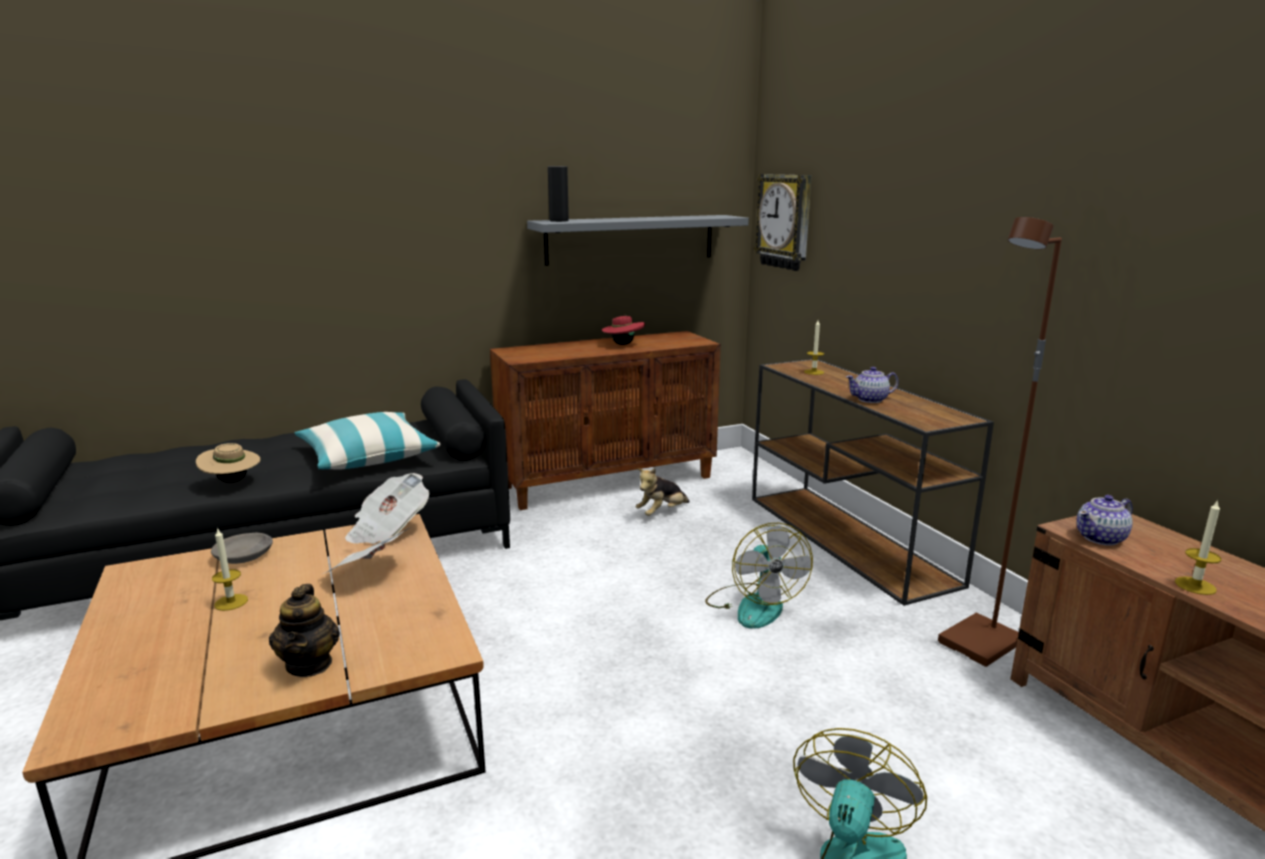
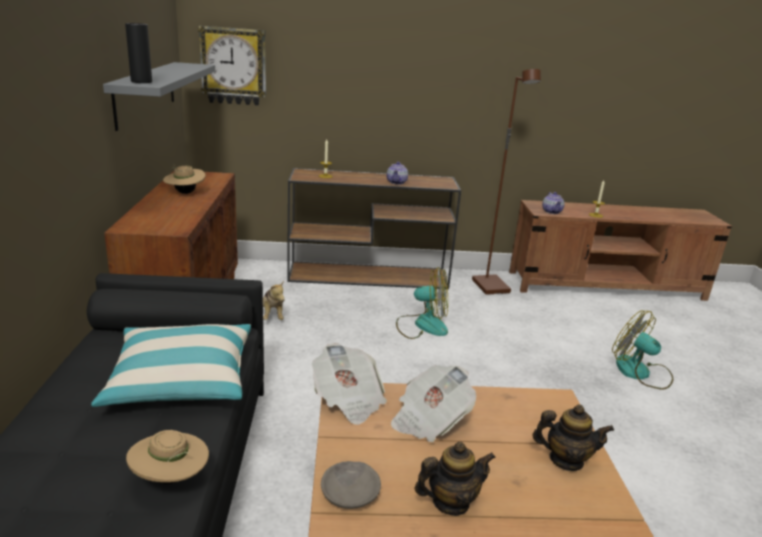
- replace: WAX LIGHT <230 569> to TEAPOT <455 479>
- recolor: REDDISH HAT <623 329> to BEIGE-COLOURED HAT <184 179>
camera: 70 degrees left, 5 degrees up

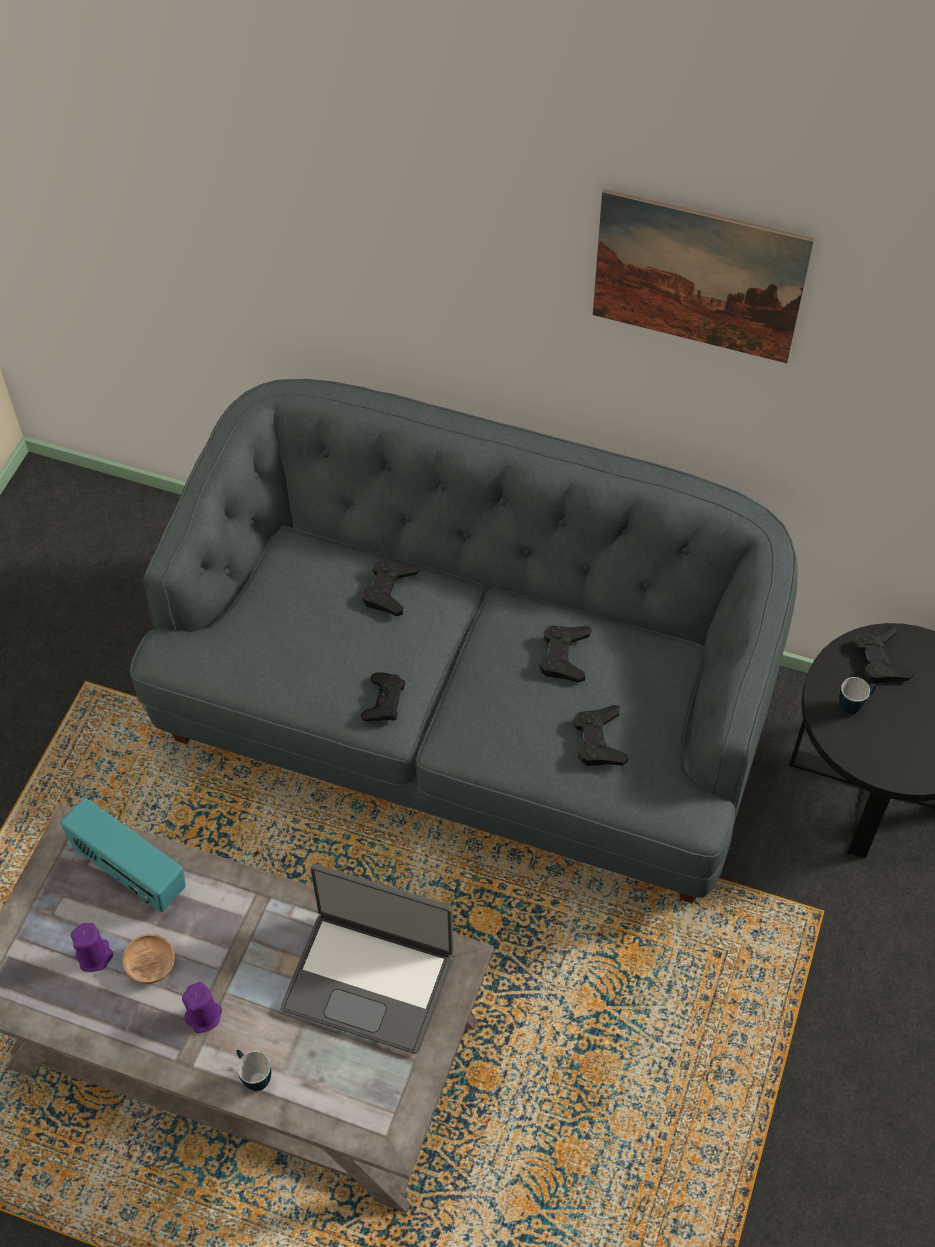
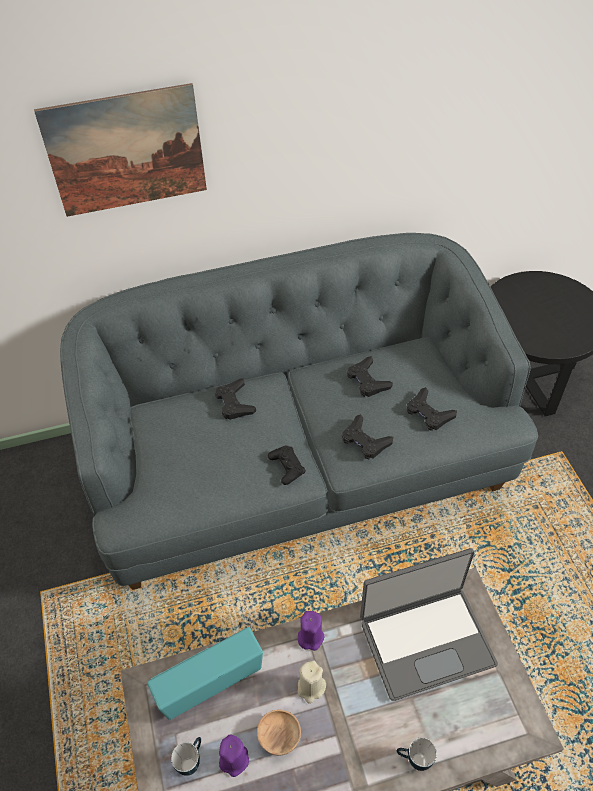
- rotate: RADIO <123 855> = <205 673> 150 degrees clockwise
- move: PURPLISH WAX LIGHT <202 1007> to <311 631>
- move: WALL PICTURE <704 276> to <120 150>
- move: TEA MUG <857 696> to <186 756>
- move: BLACK-COLOURED JOYPAD <884 654> to <367 436>
- insert: BEIGE-COLOURED WAX LIGHT <312 682>
camera: 35 degrees left, 5 degrees down

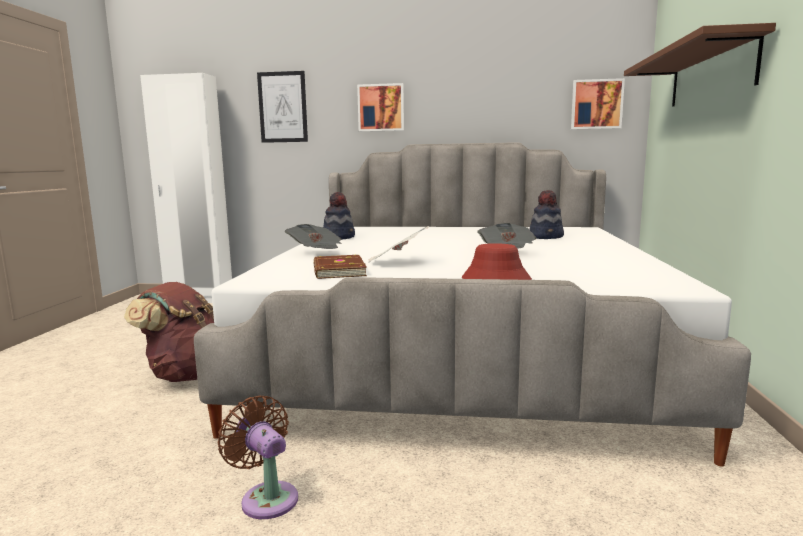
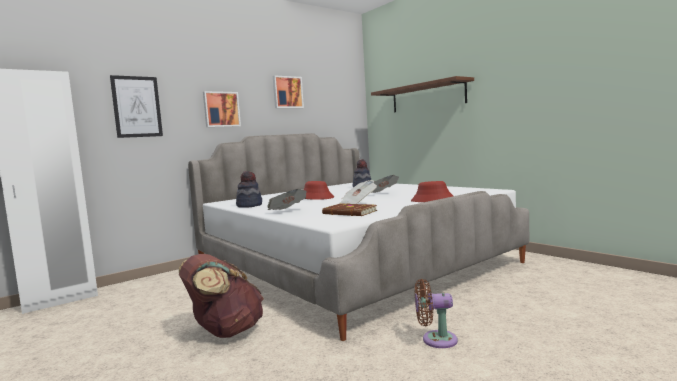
- move: WALL PICTURE <598 104> to <288 91>
- insert: REDDISH HAT <319 190>
camera: 45 degrees left, 5 degrees down

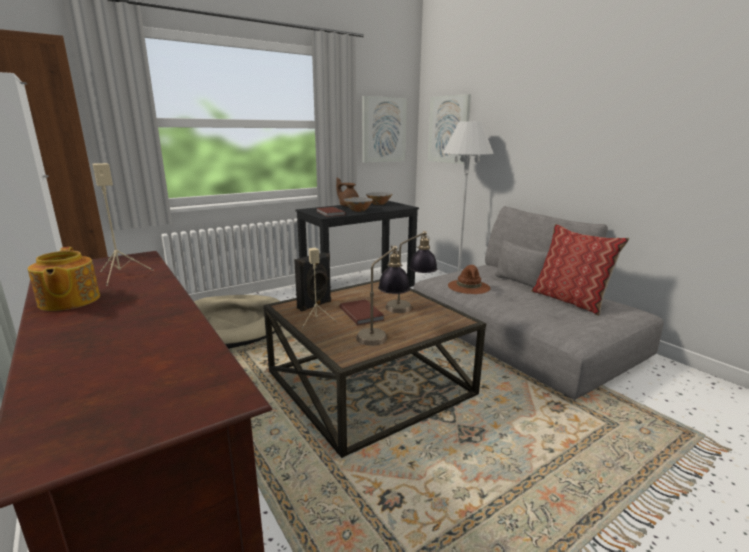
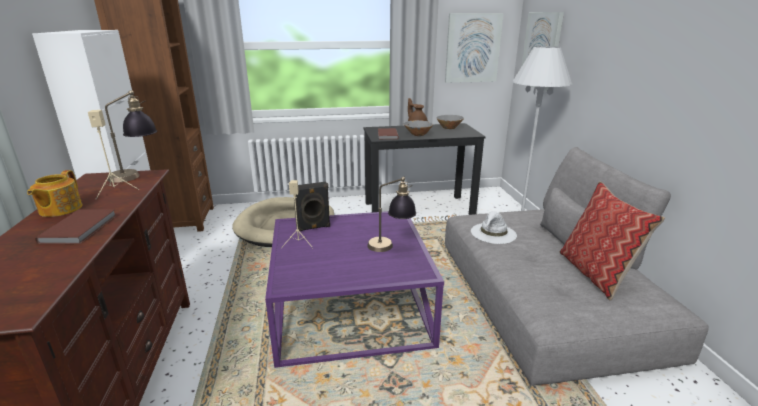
- recolor: BROWN-COLOURED LOW TABLE <374 368> to PURPLISH LOW TABLE <354 289>
- move: BROWN-COLOURED BOUND BOOK <362 312> to <76 226>
- move: TABLE LAMP <383 295> to <131 136>
- recolor: BROWN-COLOURED HAT <469 279> to WHITISH HAT <494 227>
camera: 25 degrees right, 5 degrees up

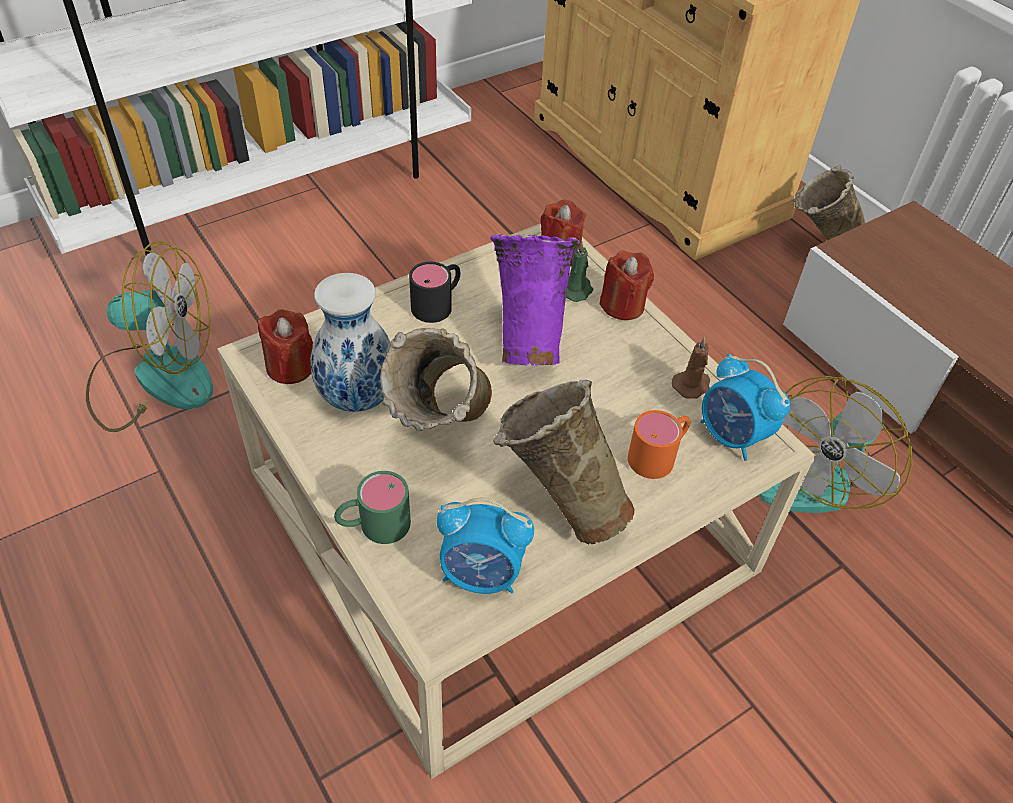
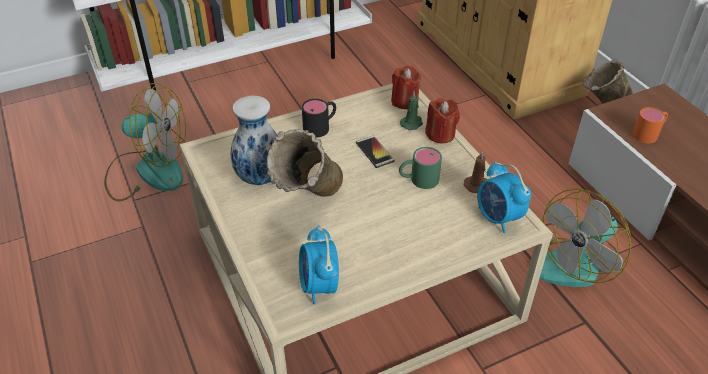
- delete: REDDISH WAX LIGHT <285 346>
- move: GREEN TEA MUG <372 507> to <420 168>
- rotate: TABLE CLOCK <485 546> = <319 265> 60 degrees clockwise
- replace: PURPLISH DECORATIVE VASE <535 299> to HANDSET <375 151>
- delete: BEIGE-COLOURED DECORATIVE VASE <563 462>
- move: ORANGEY TEA MUG <659 444> to <650 125>
camera: 10 degrees right, 5 degrees down

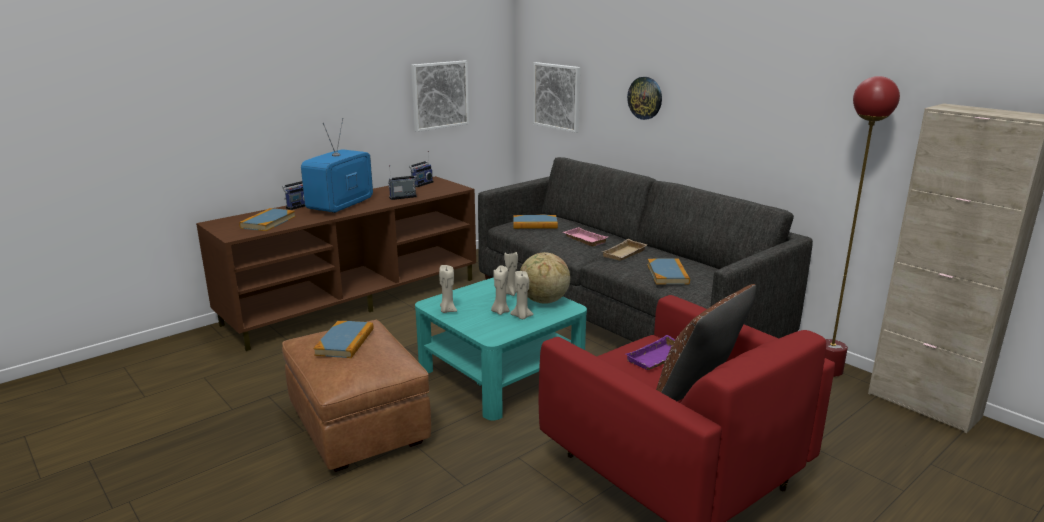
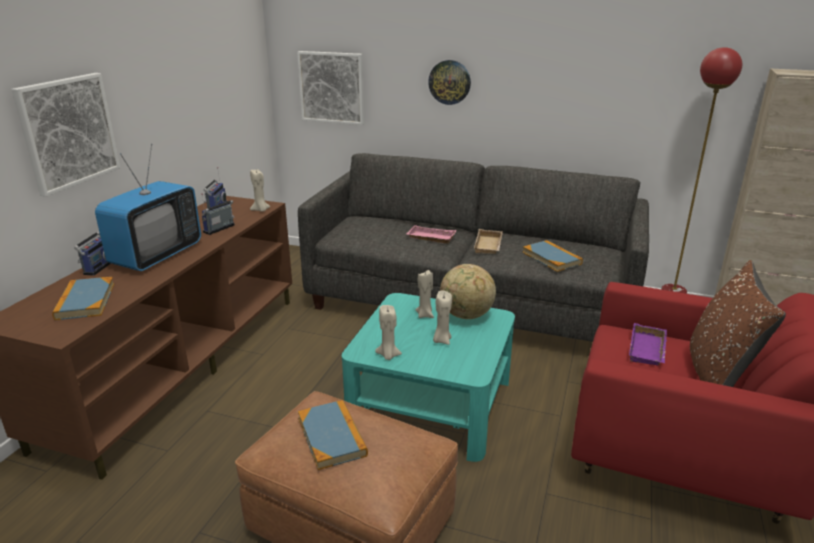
- rotate: TELEVISION <337 165> = <148 207> 150 degrees counterclockwise
- move: WALL PICTURE <440 96> to <65 135>
- move: BEIGE-COLOURED WAX LIGHT <522 295> to <260 190>
- delete: BOUND BOOK <535 222>
camera: 30 degrees left, 5 degrees up

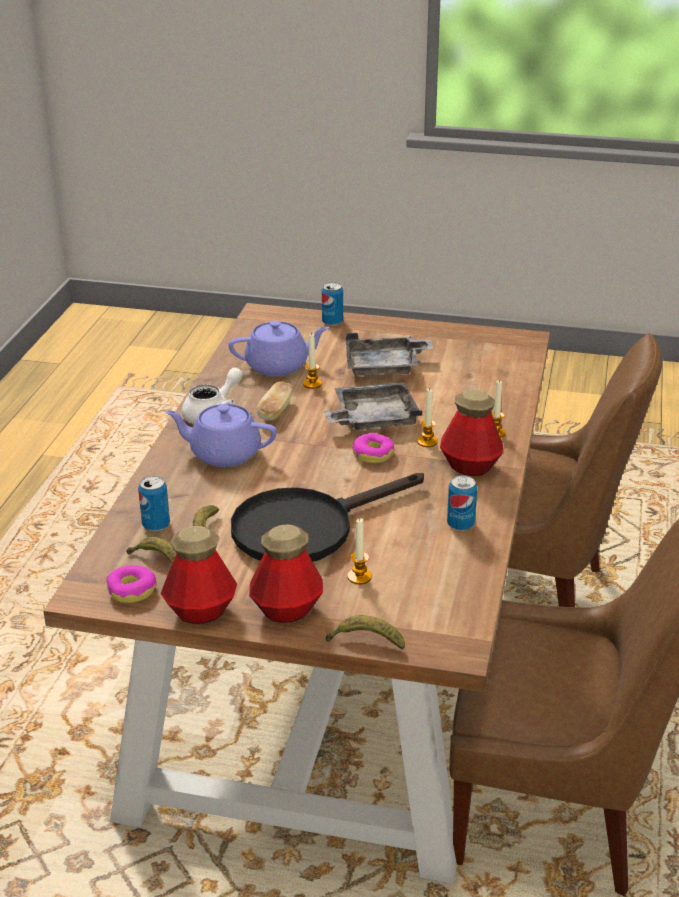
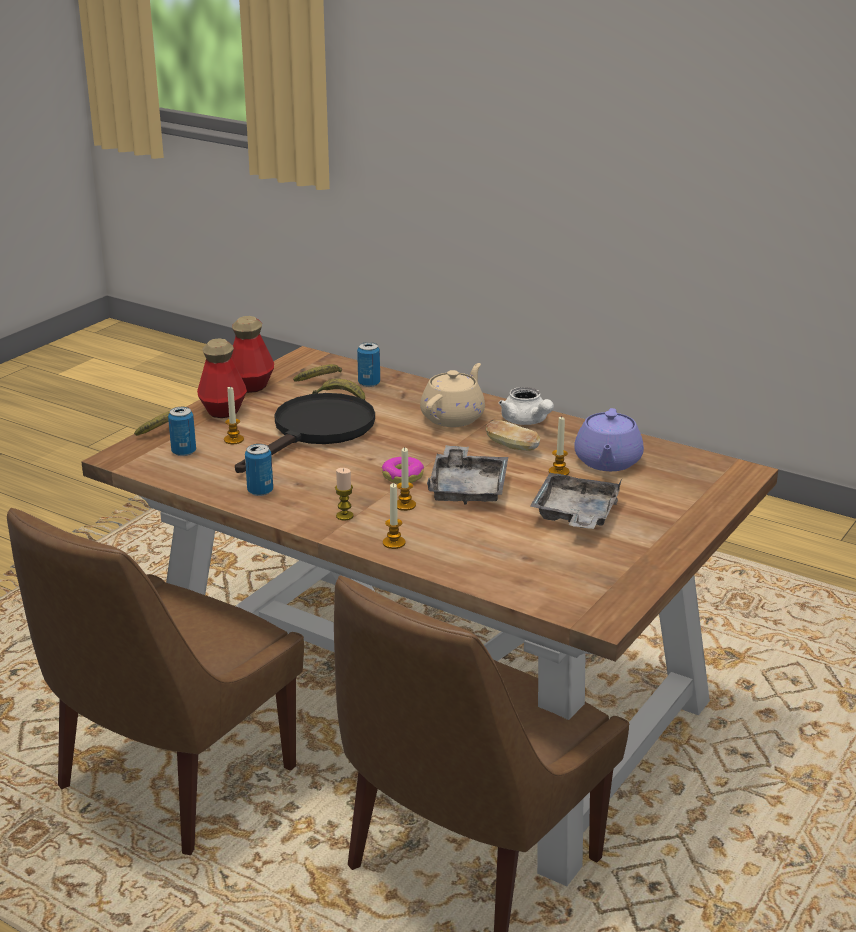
- delete: DOUGHNUT <131 584>
- recolor: PURPLISH TEAPOT <221 435> to BEIGE-COLOURED TEAPOT <452 395>
- rotate: BLACK-COLOURED FRYING PAN <327 517> = <305 433> 45 degrees clockwise
- move: METAL CAN <332 304> to <182 431>
- replace: BOTTLE <471 432> to WAX LIGHT <344 494>
camera: 110 degrees right, 5 degrees down

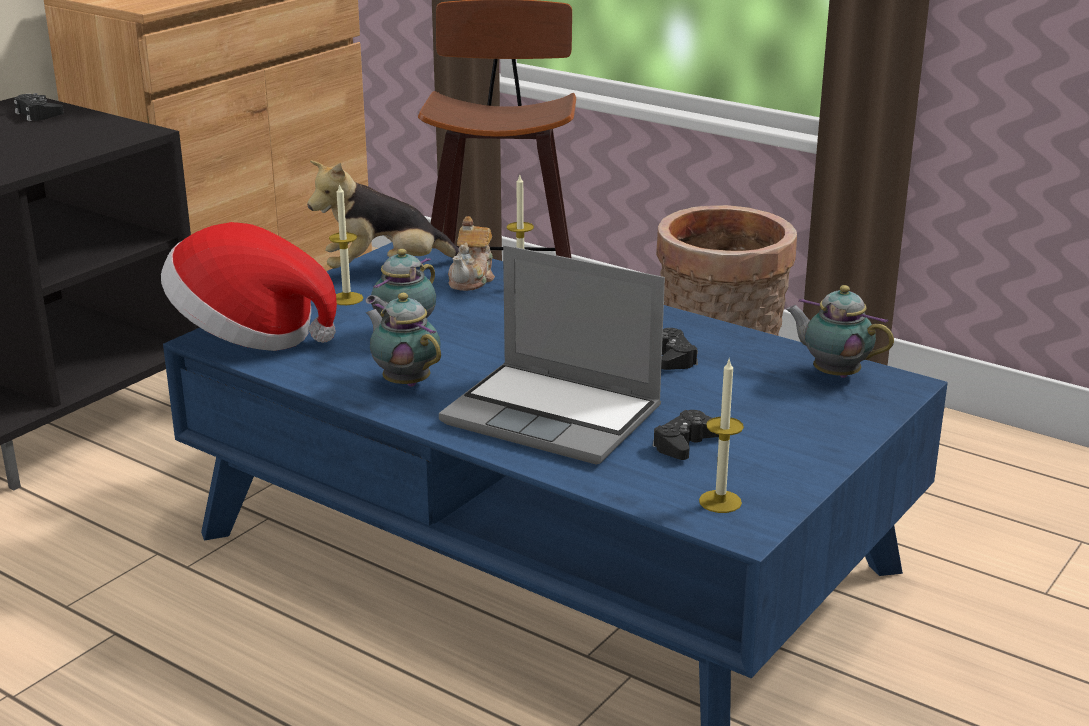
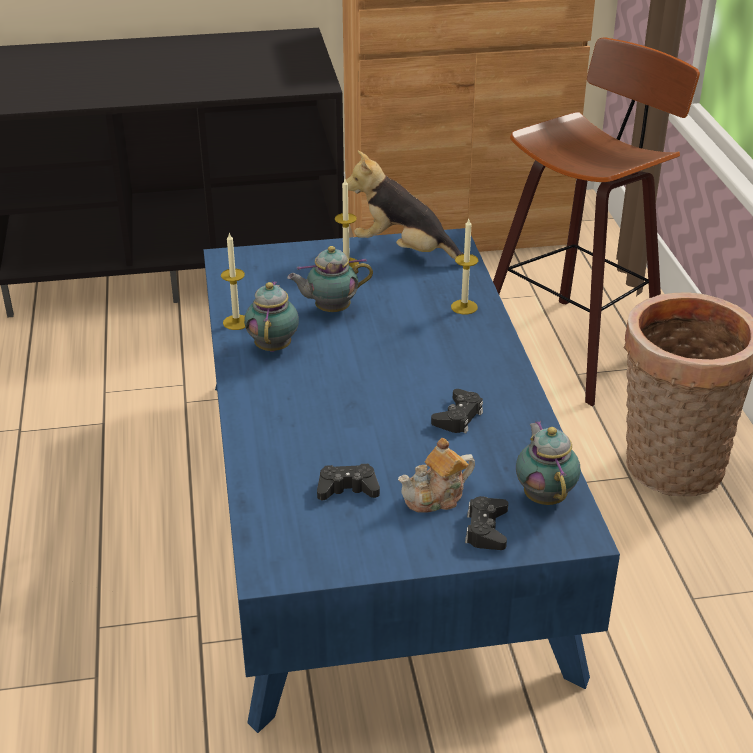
- move: BLACK-COLOURED JOYPAD <39 107> to <486 523>
- delete: HAT <249 286>
- delete: LAPTOP <552 355>
- move: TEAPOT <471 253> to <436 475>
- move: WAX LIGHT <721 436> to <233 281>
camera: 45 degrees right, 10 degrees up

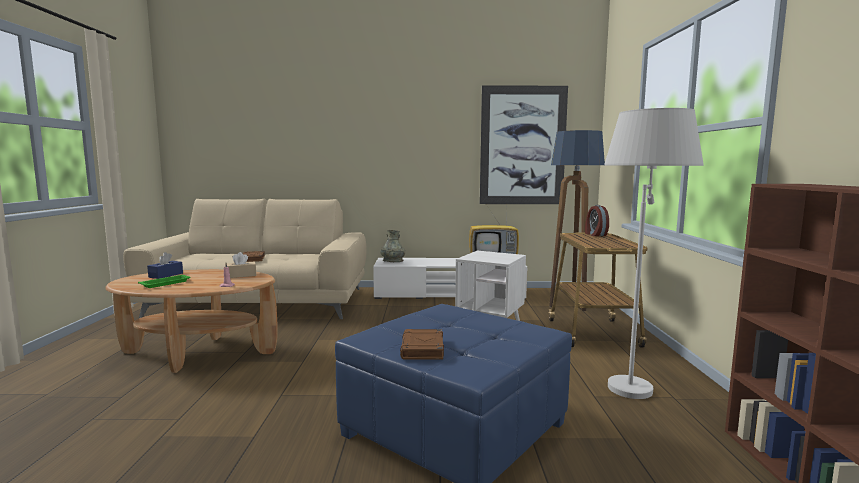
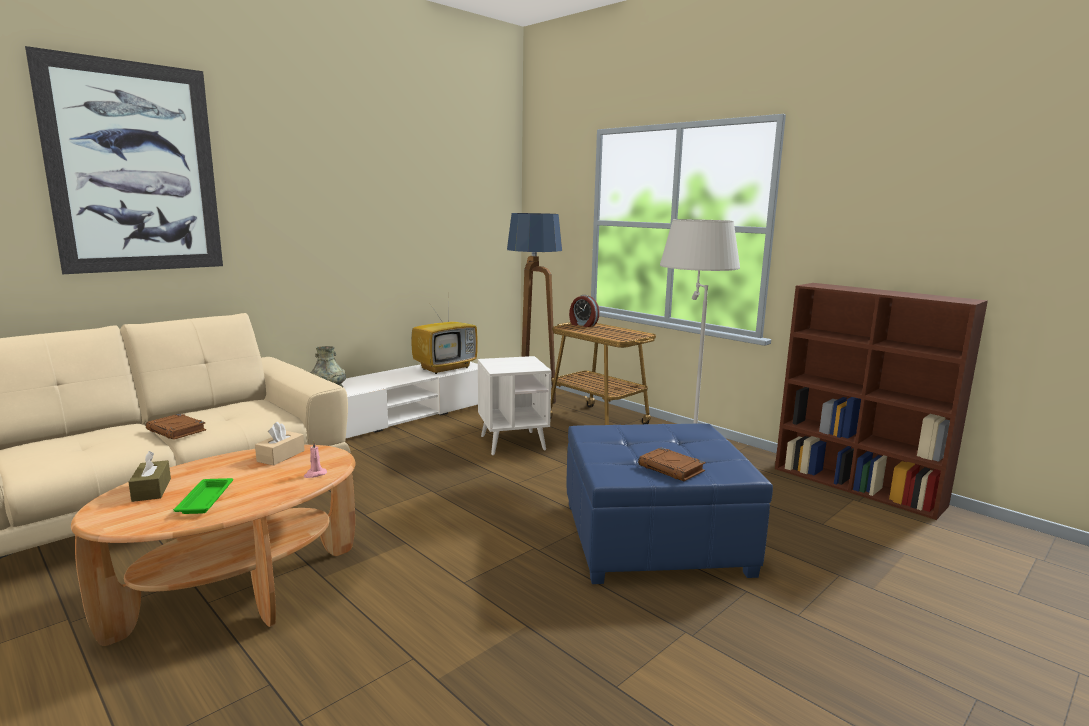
- recolor: BLUISH TISSUE HOLDER <165 265> to BROWN-COLOURED TISSUE HOLDER <149 476>
- move: WALL PICTURE <524 144> to <124 160>
camera: 45 degrees left, 5 degrees up

